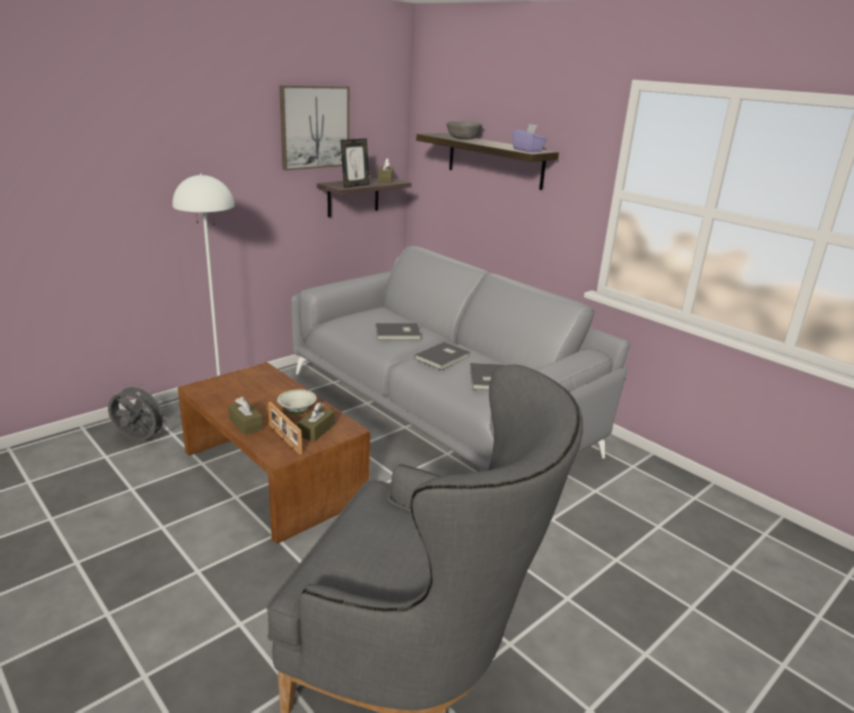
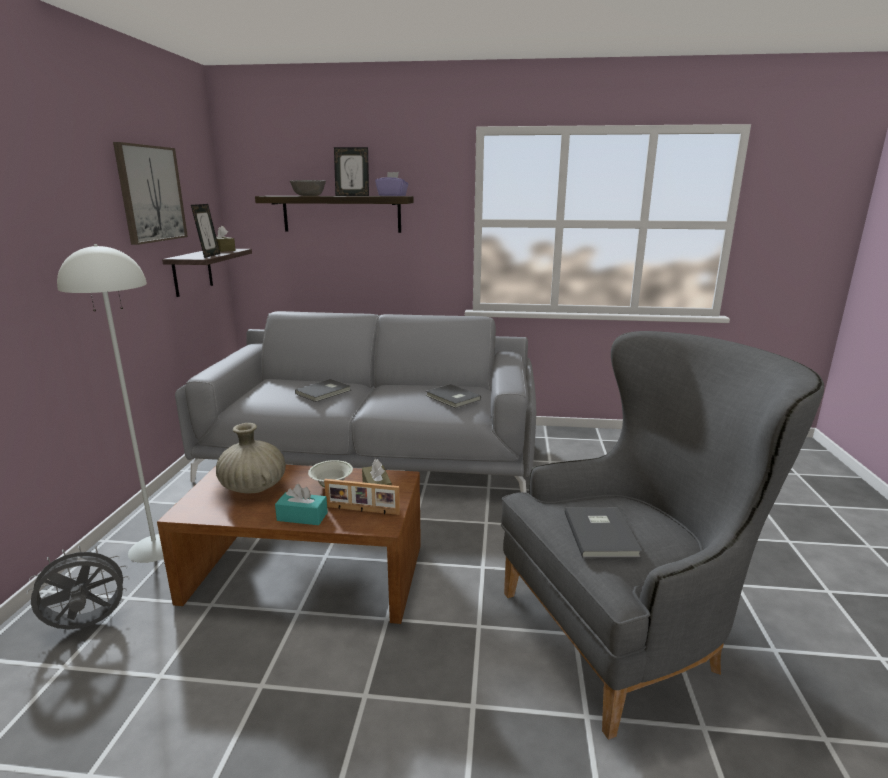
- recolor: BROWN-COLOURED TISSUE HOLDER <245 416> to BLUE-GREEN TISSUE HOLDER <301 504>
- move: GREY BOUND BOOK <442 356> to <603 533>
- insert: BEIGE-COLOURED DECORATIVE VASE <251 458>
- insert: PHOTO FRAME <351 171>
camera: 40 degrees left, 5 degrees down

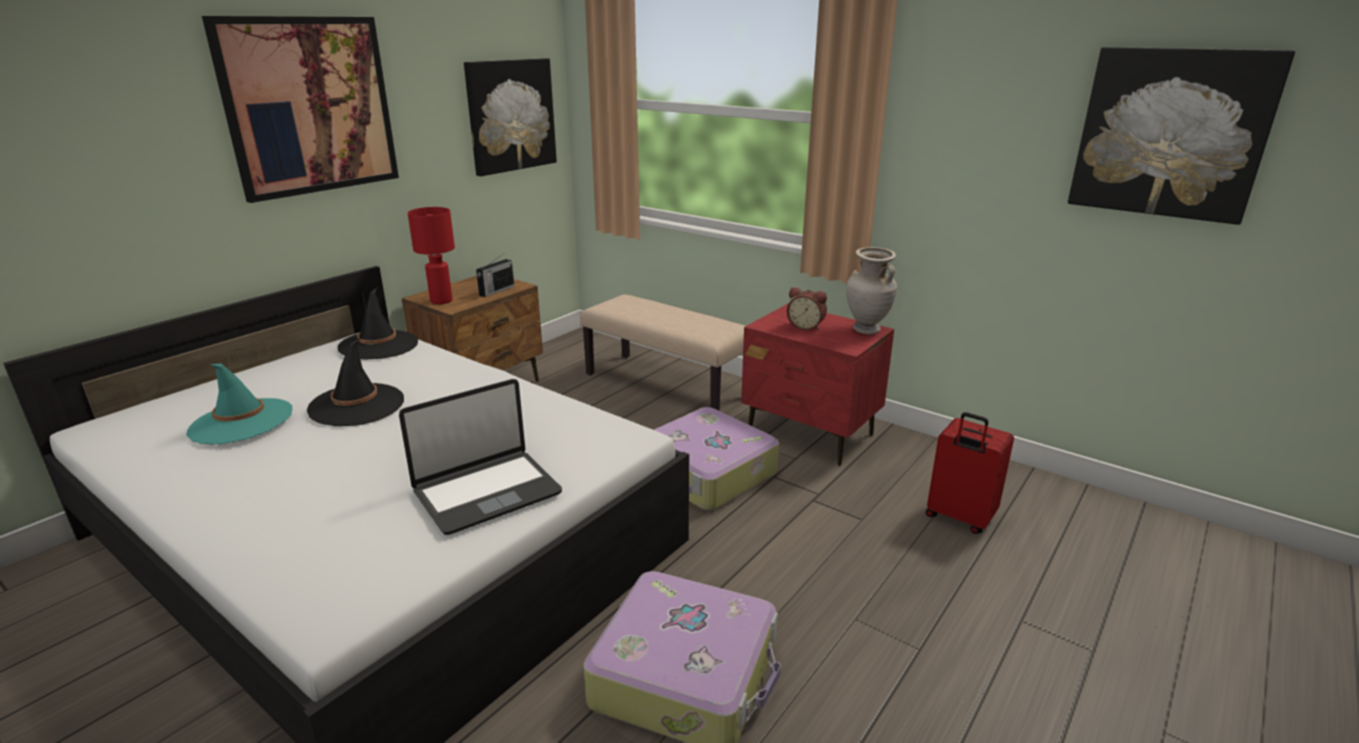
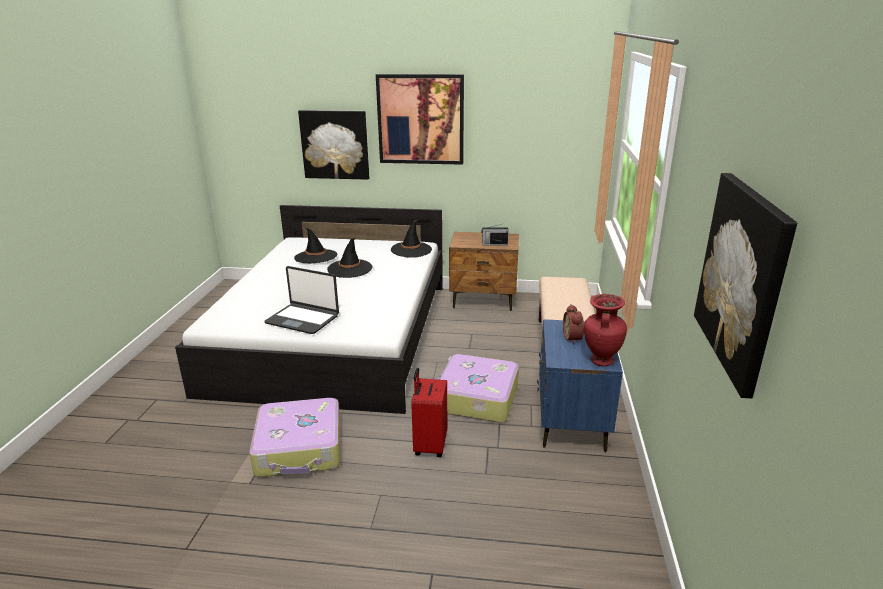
- recolor: BLUE-GREEN HAT <239 404> to BLACK-COLOURED HAT <316 245>
- delete: REDDISH TABLE LAMP <431 255>
- move: WALL PICTURE <510 117> to <333 145>
- recolor: REDDISH NIGHT TABLE <817 385> to BLUISH NIGHT TABLE <580 385>
- recolor: BEIGE-COLOURED DECORATIVE VASE <871 291> to REDDISH DECORATIVE VASE <605 330>
- move: REDDISH TRAVEL CASE <970 473> to <429 412>
camera: 60 degrees right, 0 degrees up

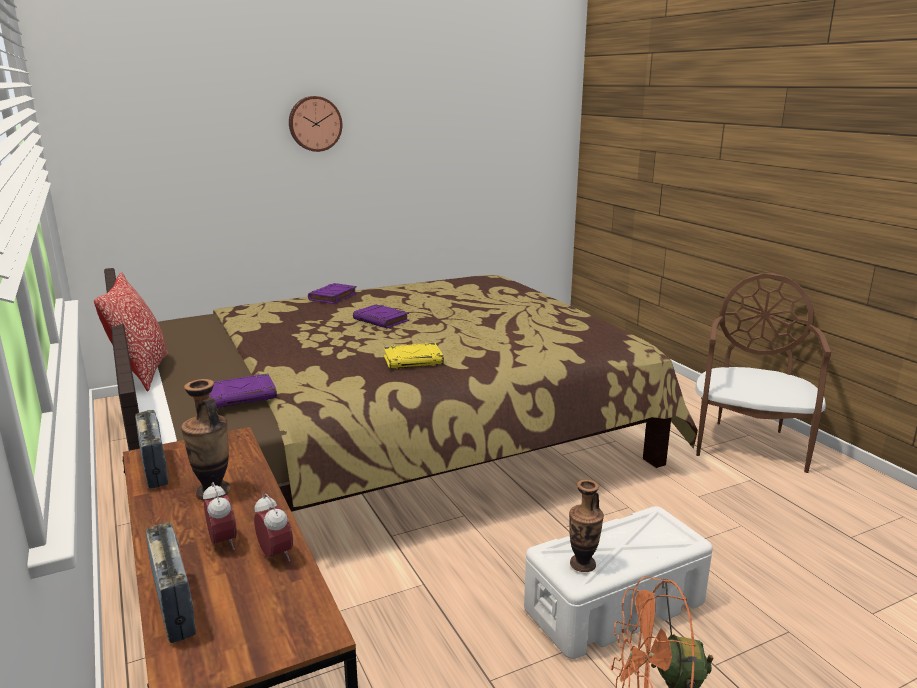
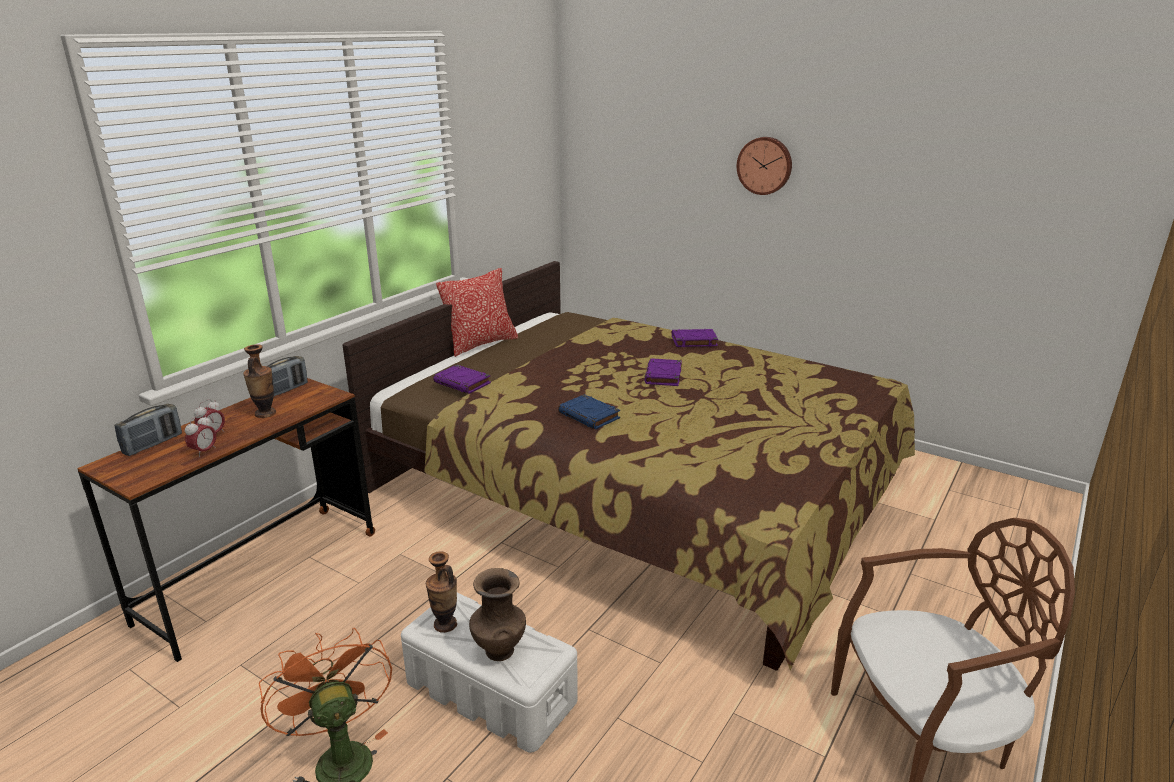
- recolor: YELLOW BOUND BOOK <413 356> to BLUISH BOUND BOOK <589 412>
- insert: BROWN-COLOURED DECORATIVE VASE <497 614>
camera: 60 degrees right, 5 degrees up

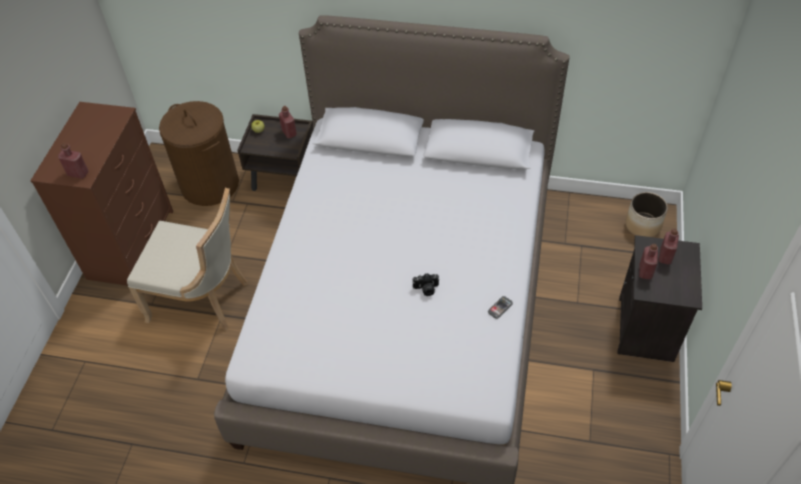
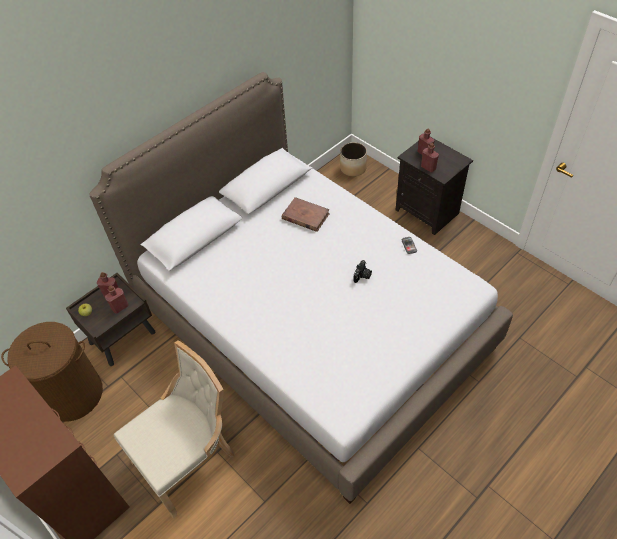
- move: REDDISH BOTTLE <73 161> to <116 300>
- insert: BROWN-COLOURED BOUND BOOK <306 214>
camera: 55 degrees left, 0 degrees up

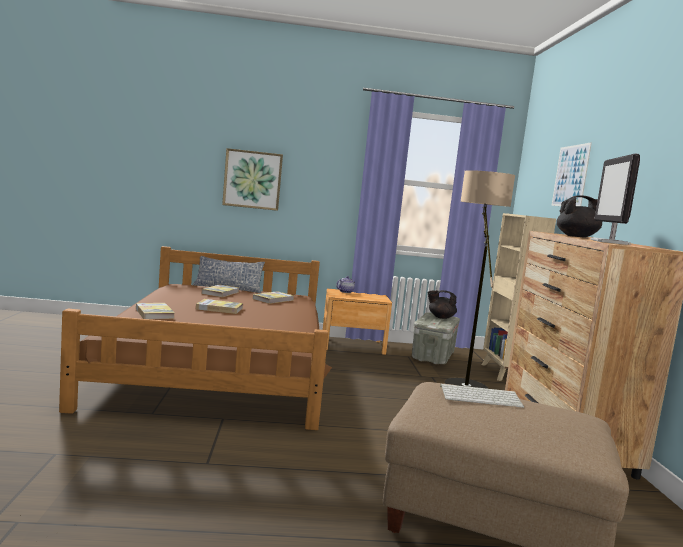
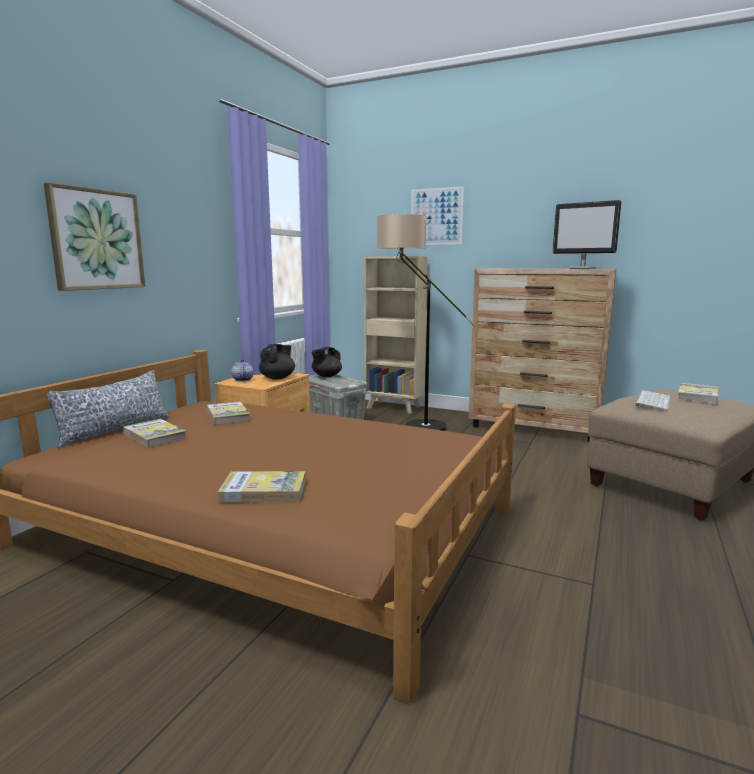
- move: BOUND BOOK <219 306> to <697 393>
- move: BLACK-COLOURED TEAPOT <579 217> to <277 361>
camera: 60 degrees left, 5 degrees up

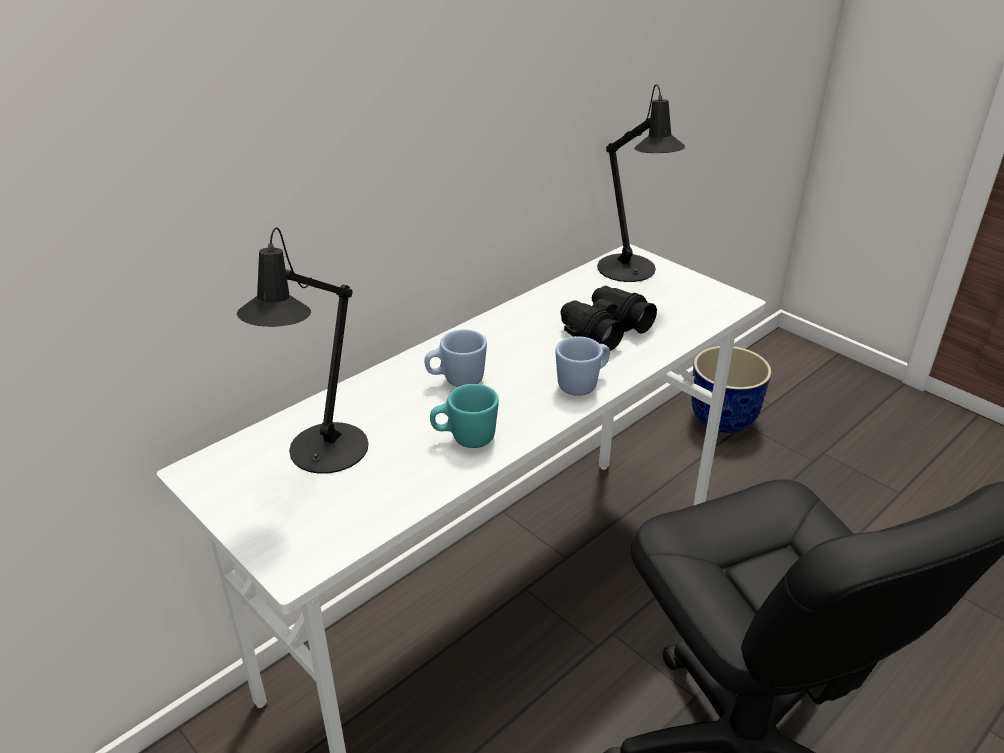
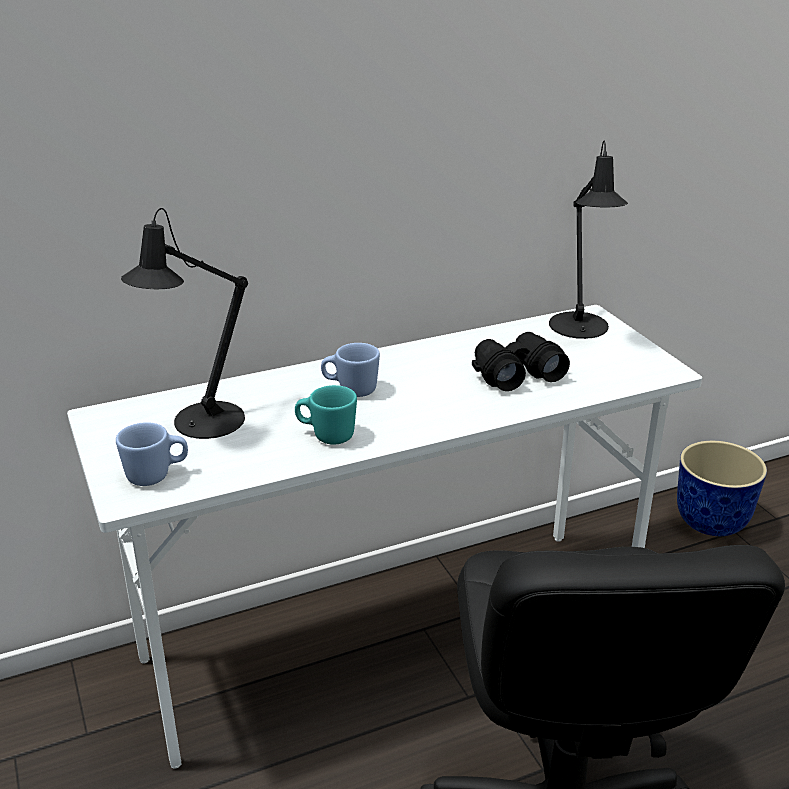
- move: BLUISH TEA MUG <583 366> to <152 454>
camera: 20 degrees right, 5 degrees down

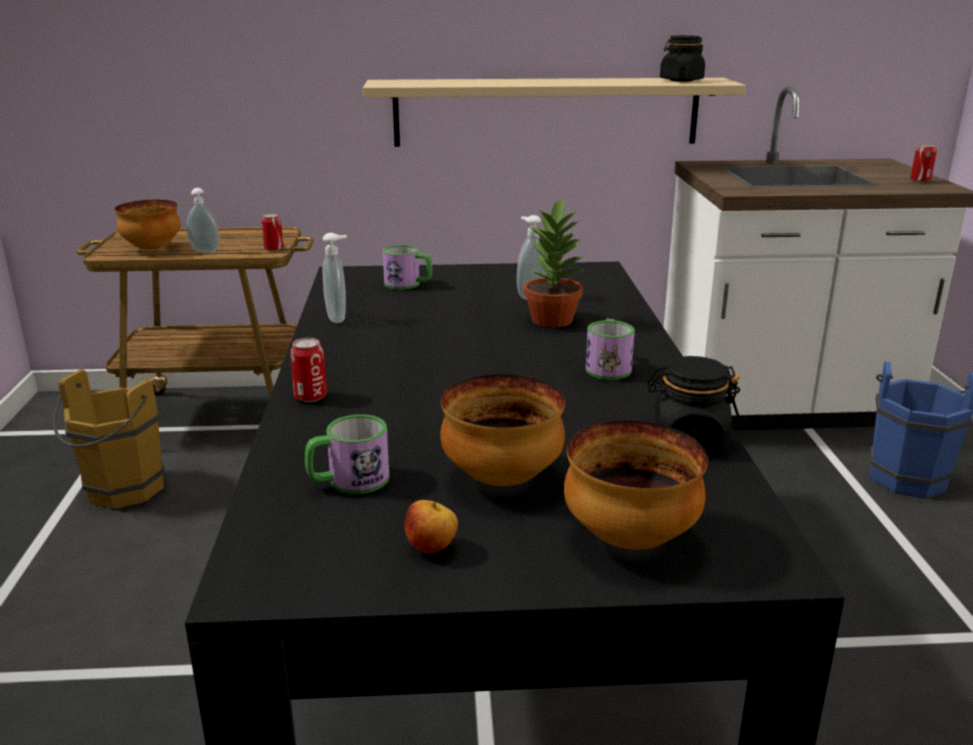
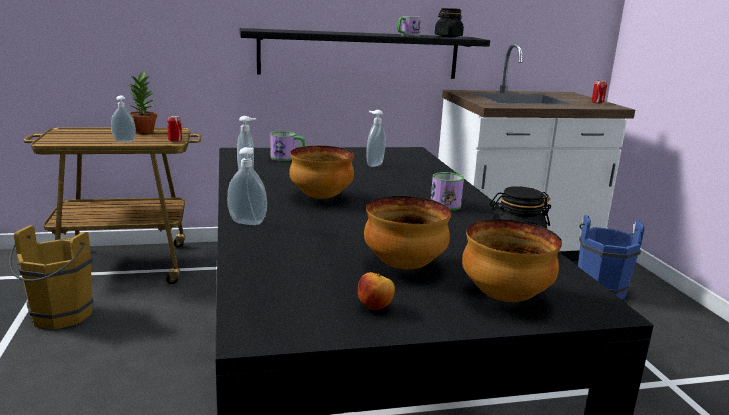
- move: BOWL <148 225> to <321 172>
- replace: METAL CAN <308 370> to LIQUID SOAP BOTTLE <247 186>
- move: TEA MUG <347 454> to <409 26>
- recolor: BEIGE-COLOURED BRACKET SHELF <554 112> to BLACK-COLOURED BRACKET SHELF <364 53>
- move: HOUSEPLANT <554 262> to <142 102>
camera: 10 degrees left, 5 degrees down

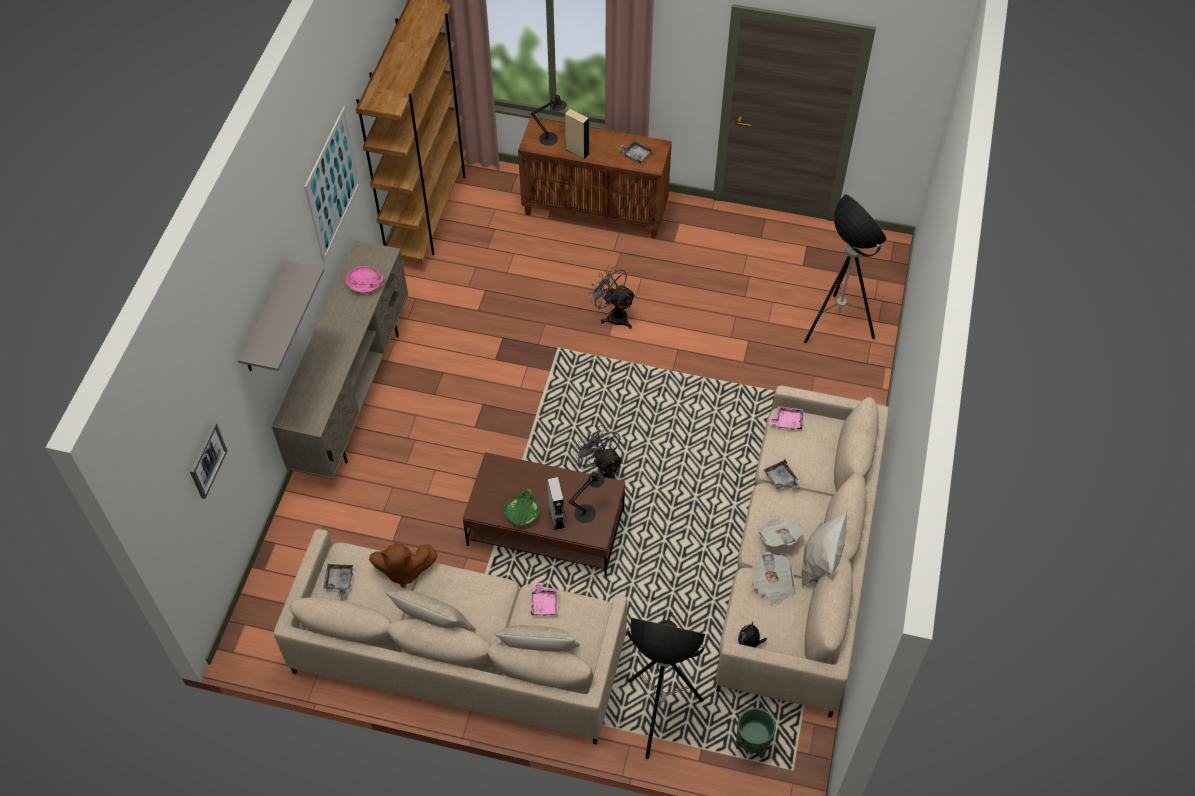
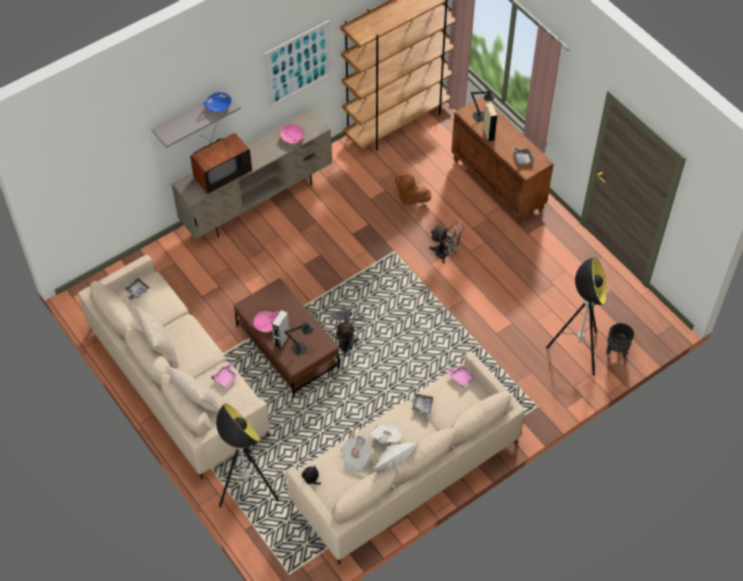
- delete: WALL PICTURE <208 461>
- move: BROWN-COLOURED SOFT TOY <403 565> to <413 189>
- recolor: GREEN BOWL <522 507> to PINK-COLOURED BOWL <266 321>
- rotate: GREY COOLING FAN <612 297> = <446 242> 120 degrees clockwise
- delete: GREEN PLANT POT <756 733>
- insert: TELEVISION <221 158>
- insert: BLUISH BOWL <217 102>
- insert: BLACK-COLOURED PLANT POT <620 340>
camera: 40 degrees right, 0 degrees up

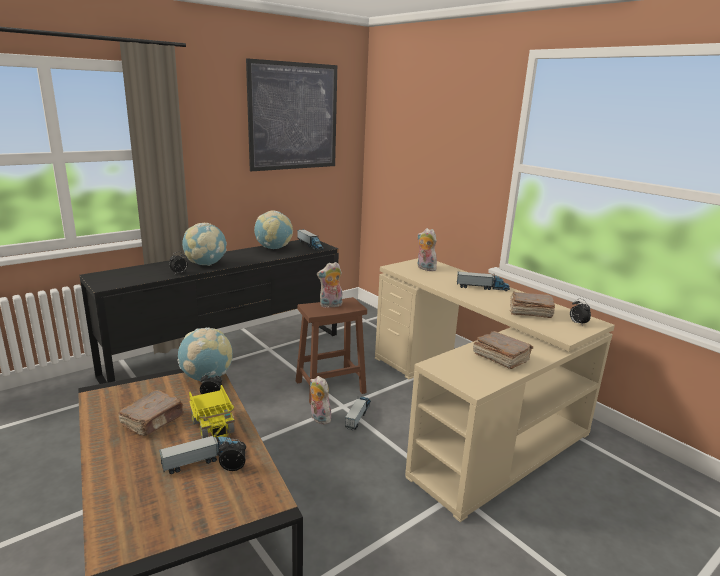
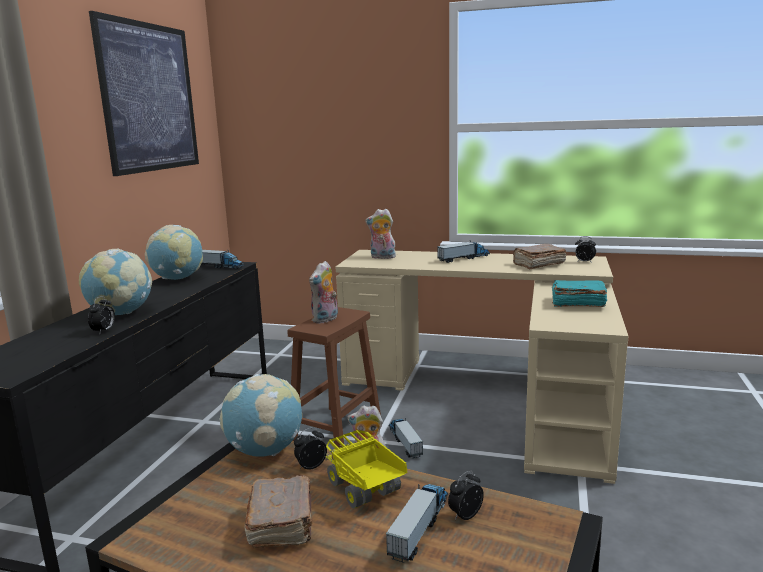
- rotate: MODEL TRUCK <212 412> = <366 469> 150 degrees counterclockwise
- recolor: BROWN-COLOURED BOUND BOOK <503 350> to BLUE-GREEN BOUND BOOK <579 293>
camera: 35 degrees left, 5 degrees down

